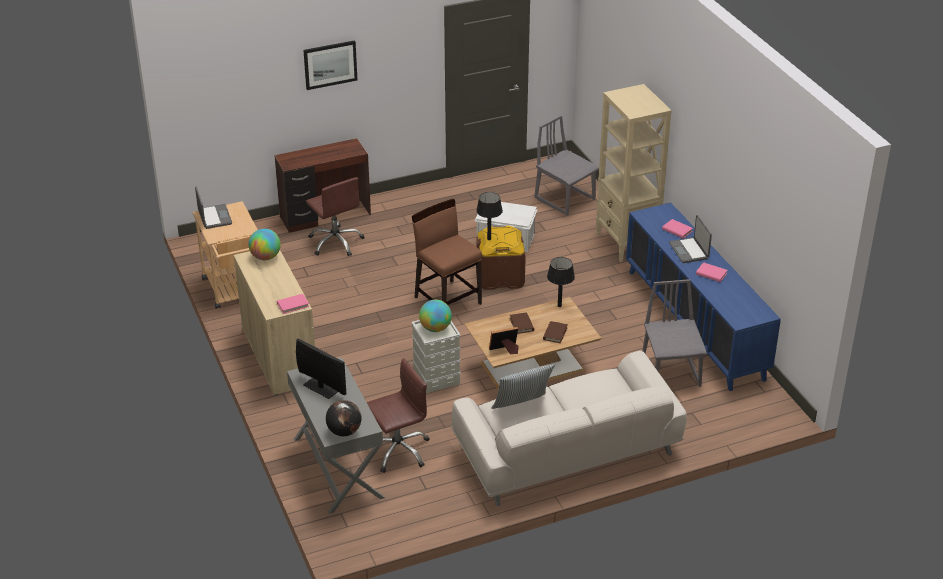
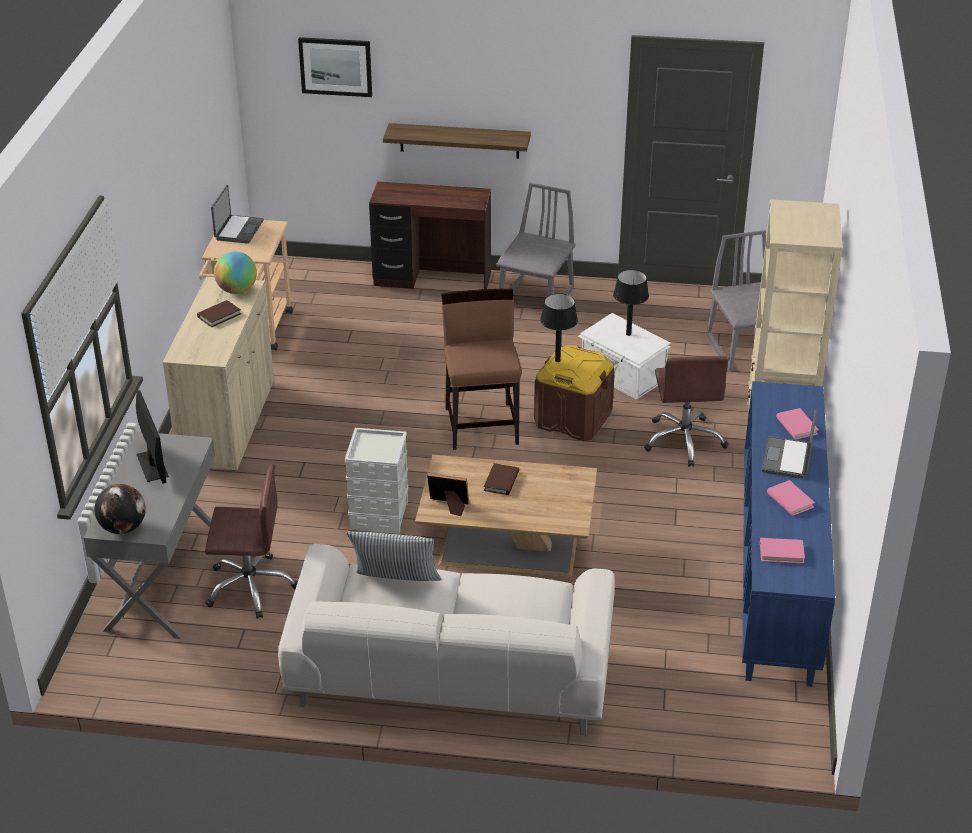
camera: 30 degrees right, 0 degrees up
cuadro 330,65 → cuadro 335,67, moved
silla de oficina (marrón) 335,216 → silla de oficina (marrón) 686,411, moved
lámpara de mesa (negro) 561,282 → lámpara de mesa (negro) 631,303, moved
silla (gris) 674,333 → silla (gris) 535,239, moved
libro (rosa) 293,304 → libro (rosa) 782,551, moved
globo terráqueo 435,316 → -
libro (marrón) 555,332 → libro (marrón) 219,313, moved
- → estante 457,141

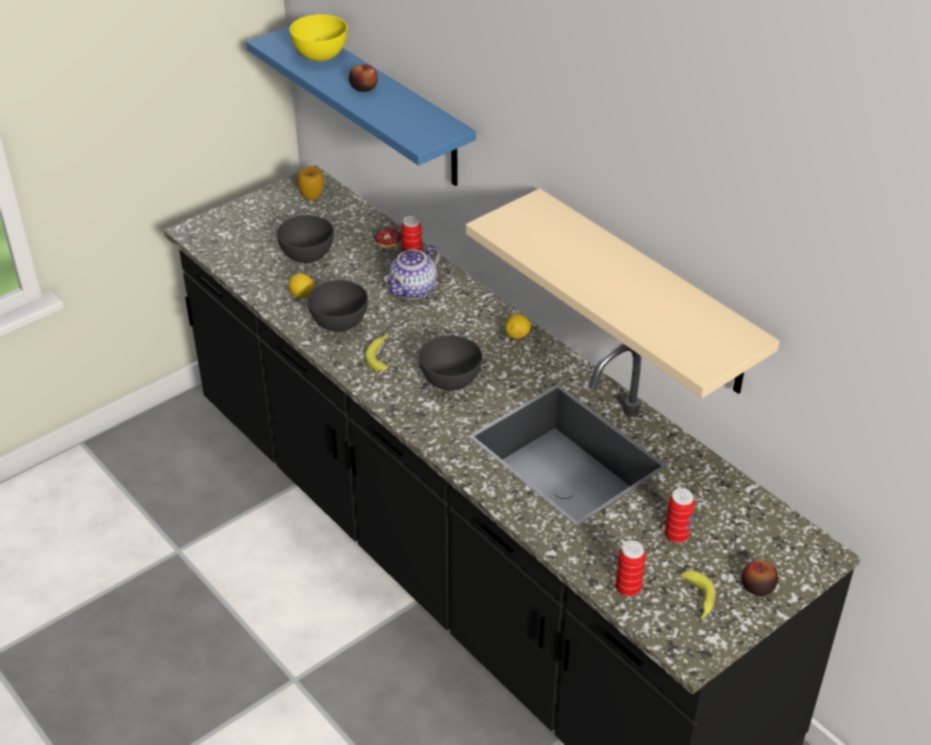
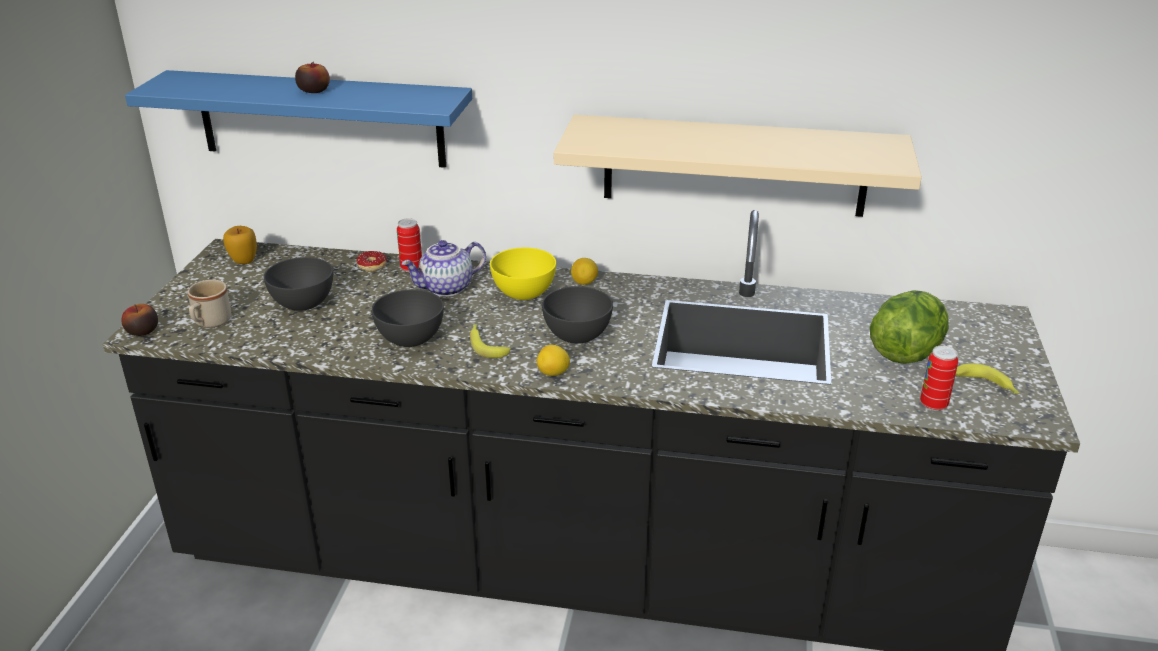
camera: 40 degrees left, 10 degrees down
cuenco (amarillo) 318,38 → cuenco (amarillo) 523,274, moved
tetera 412,271 → tetera 443,268, 60 degrees clockwise
limón 301,285 → limón 553,360, moved
lata 680,515 → lechuga 909,327
manzana 759,578 → manzana 139,320, moved
- → taza grande (beis) 209,304

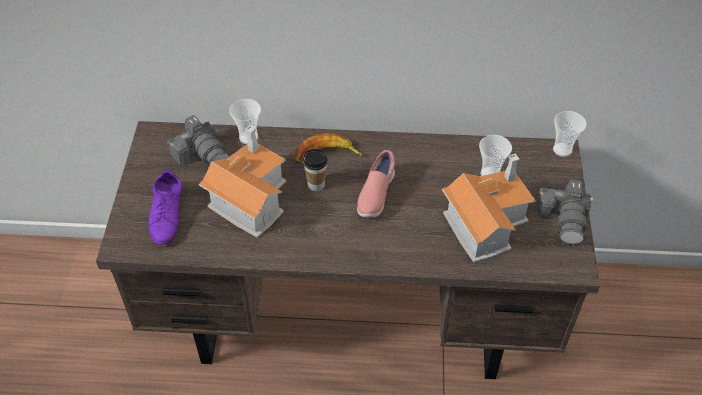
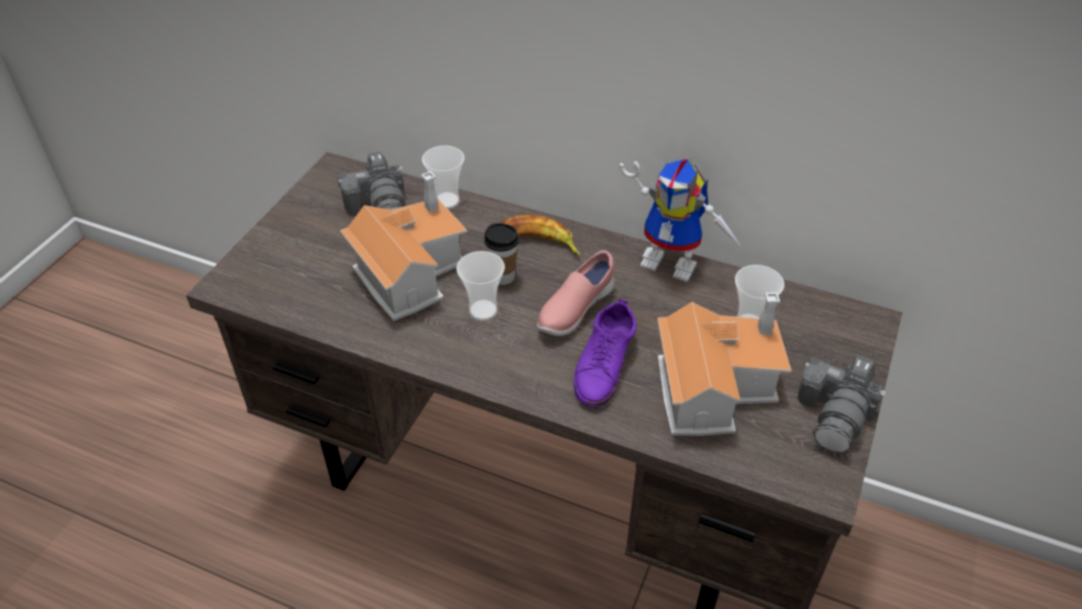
camera: 20 degrees right, 5 degrees down
taza 570,134 → taza 481,285, moved
zapato (morado) 165,207 → zapato (morado) 605,353, moved
- → robot de juguete 680,220

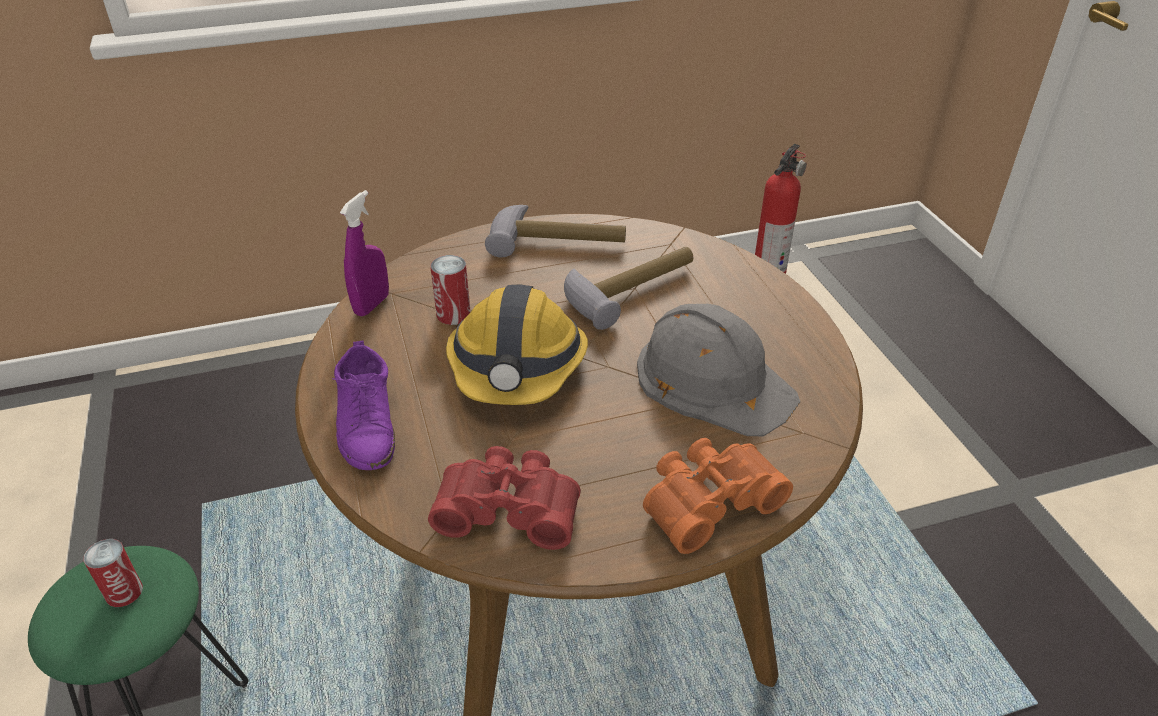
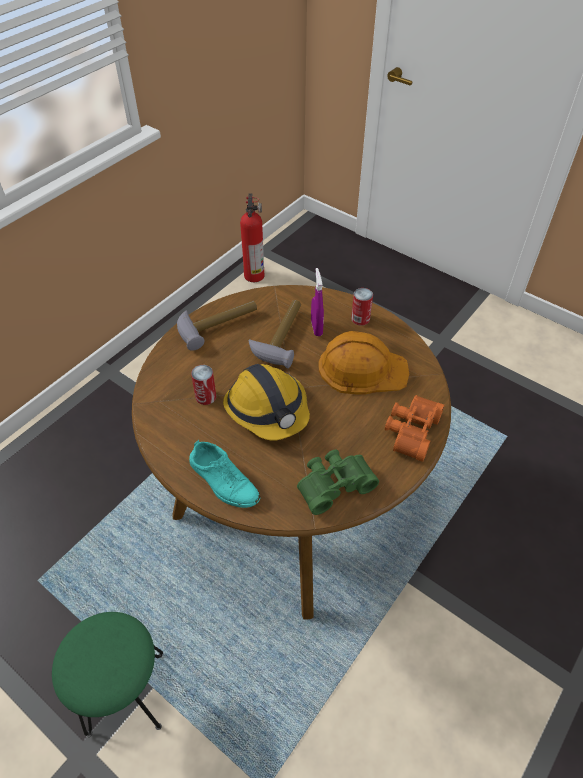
camera: 35 degrees left, 10 degrees up
pulverizador (morado) 364,253 → pulverizador (morado) 317,302, moved
casco (gris) 718,370 → casco (naranja) 363,362
zapato (morado) 363,405 → zapato (turquesa) 224,474
prismáticos (rojo) 504,498 → prismáticos (verde) 338,482
lata 113,573 → lata 362,307, moved

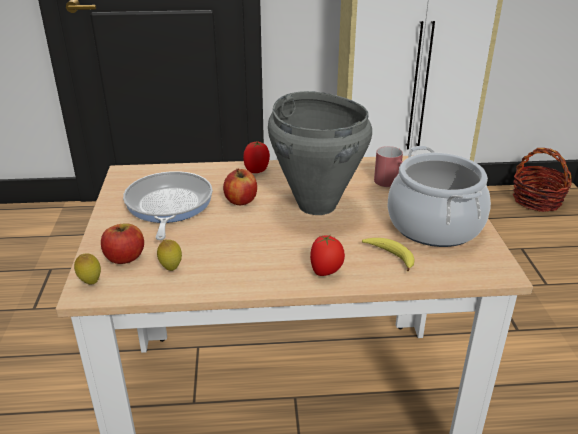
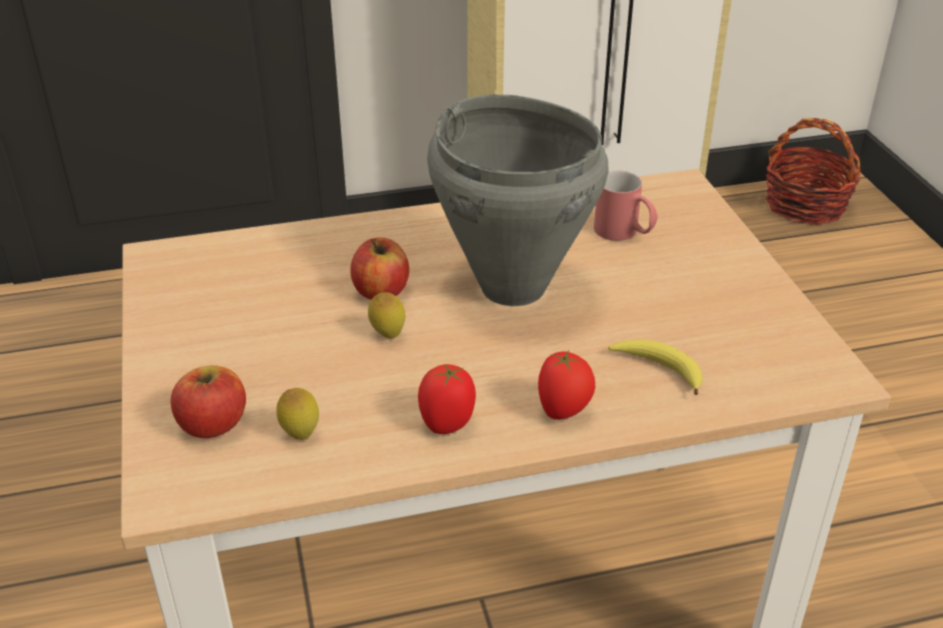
camera: 10 degrees left, 5 degrees up
tomate 256,157 → tomate 447,399, moved
olla 439,196 → -
sartén 168,205 → -
limón 87,269 → limón 386,315, moved

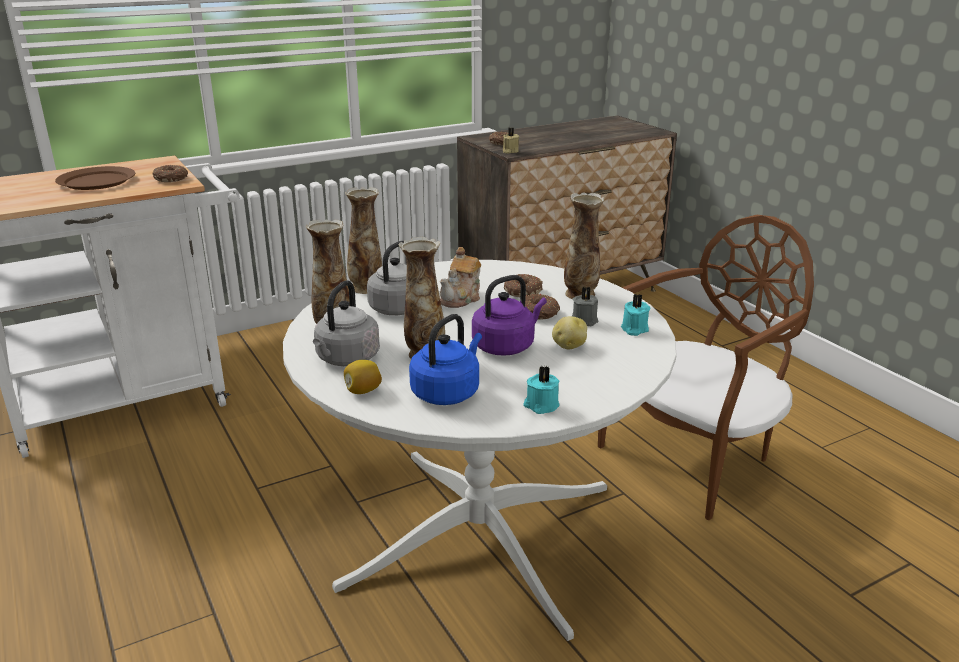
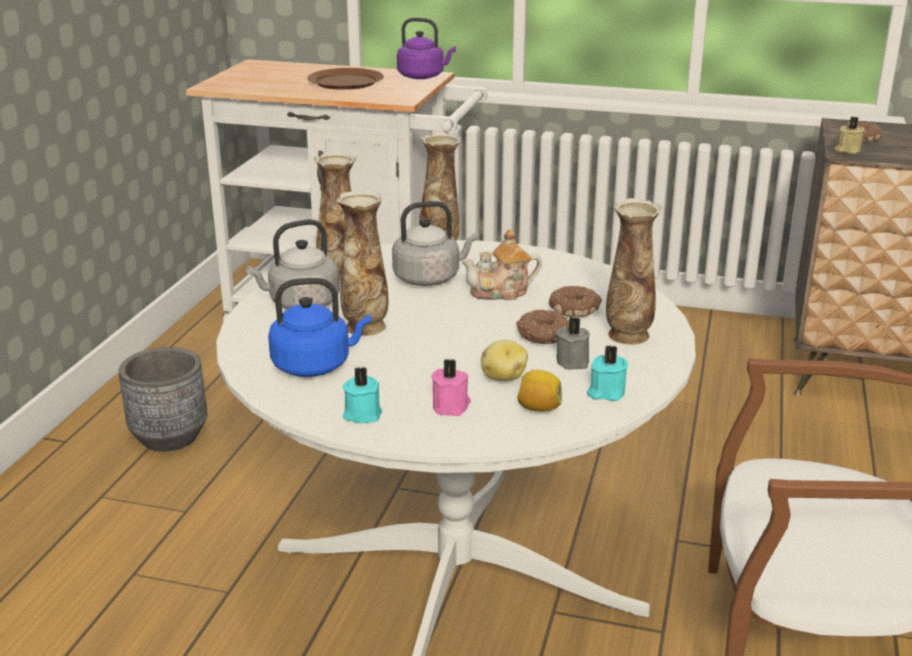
camera: 45 degrees right, 0 degrees up
rosquilla 170,173 → -
hervidor (morado) 509,315 → hervidor (morado) 426,48, moved
limón 363,377 → limón 540,391, moved
- → maceta (gris) 163,399
- → vela (rosa) 451,387

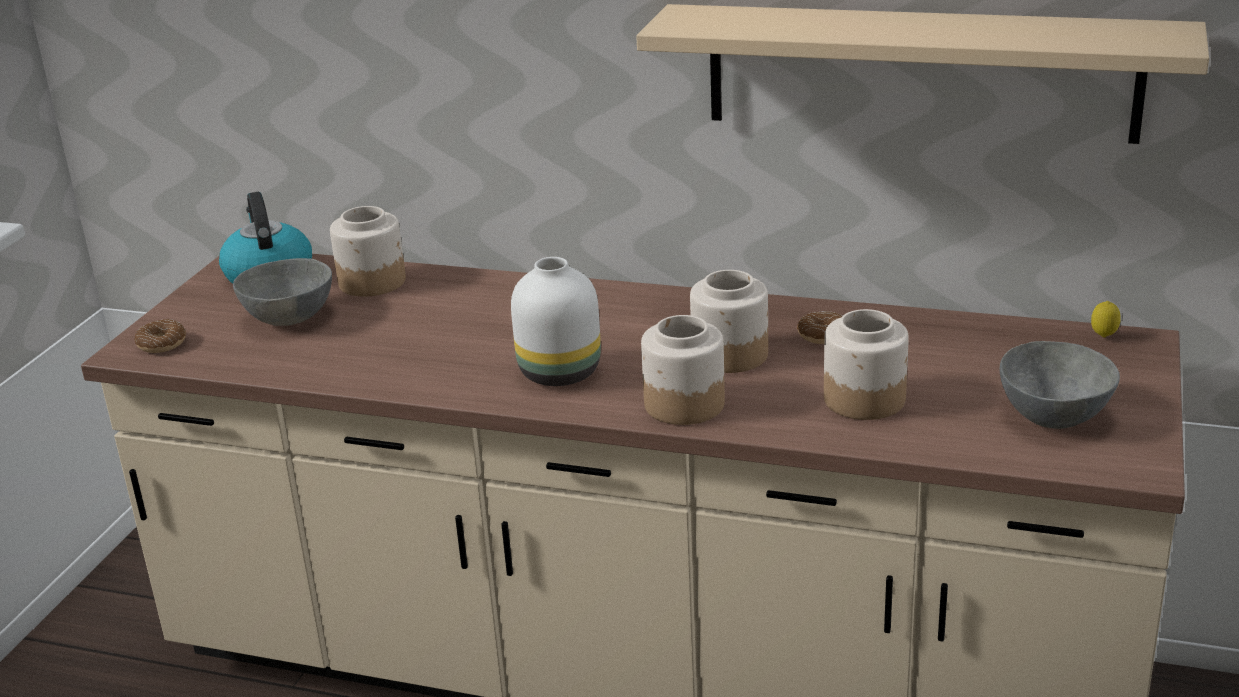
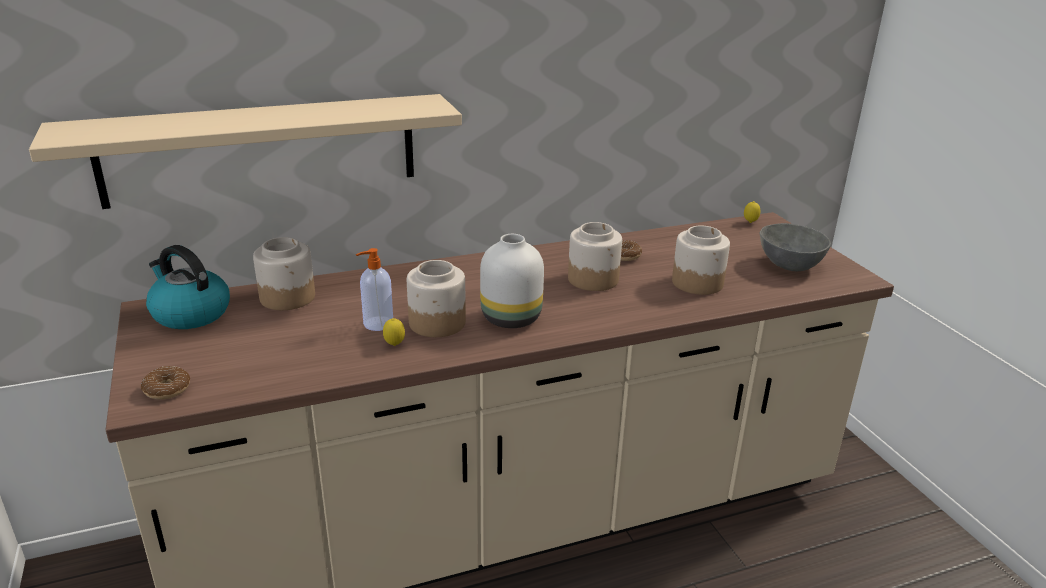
camera: 40 degrees left, 0 degrees up
estante (beis) 922,74 → estante (beis) 245,151, moved
cuenco (gris) 282,292 → -
tarro 683,370 → tarro 436,298, moved
- → dispensador de jabón 374,289
- → limón 394,332

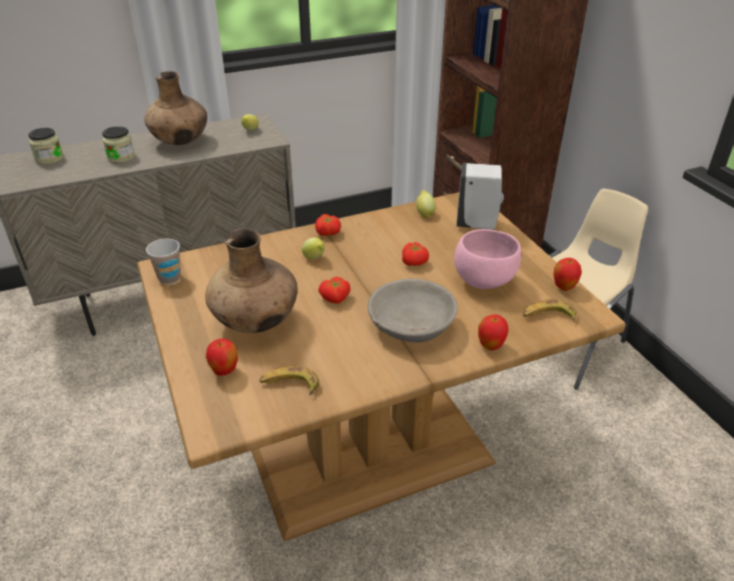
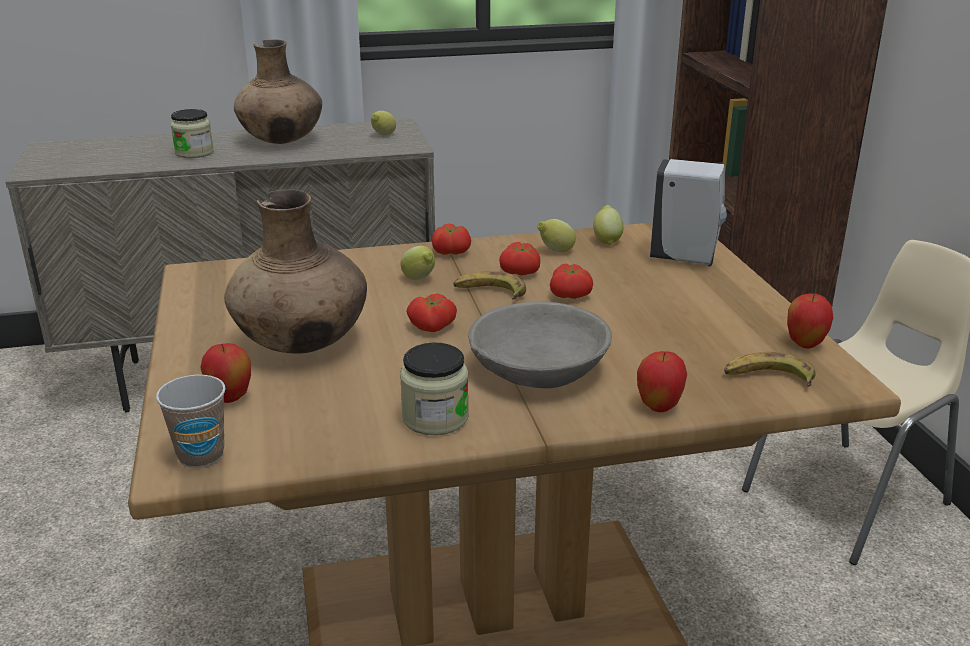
camera: 10 degrees right, 10 degrees down
tarro 46,146 → tarro 434,389, moved
cuenco (rosa) 487,259 → -
taza 163,261 → taza 190,421, moved
plátano 289,380 → plátano 489,285, moved
- → limón 556,235
- → tomate 519,259

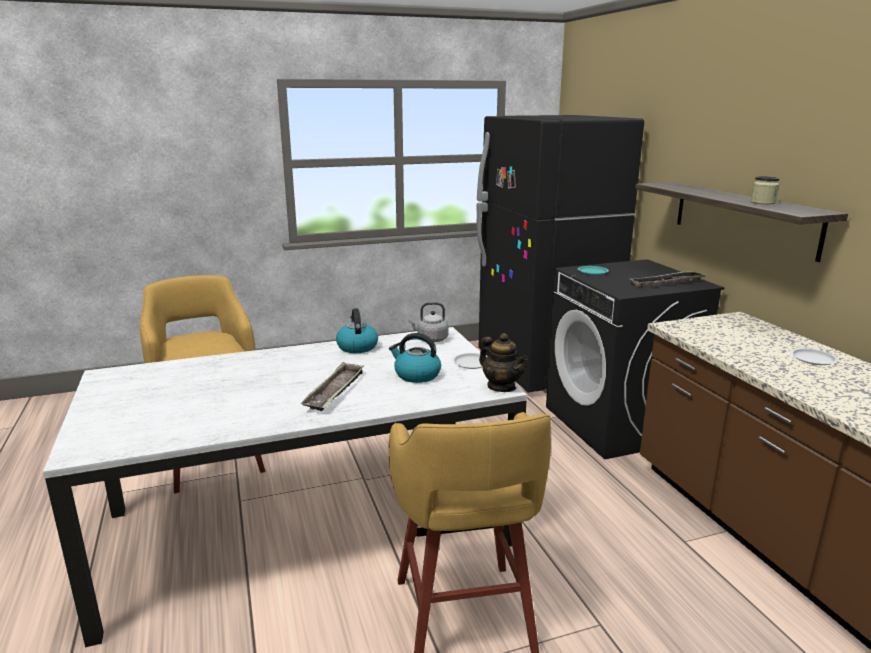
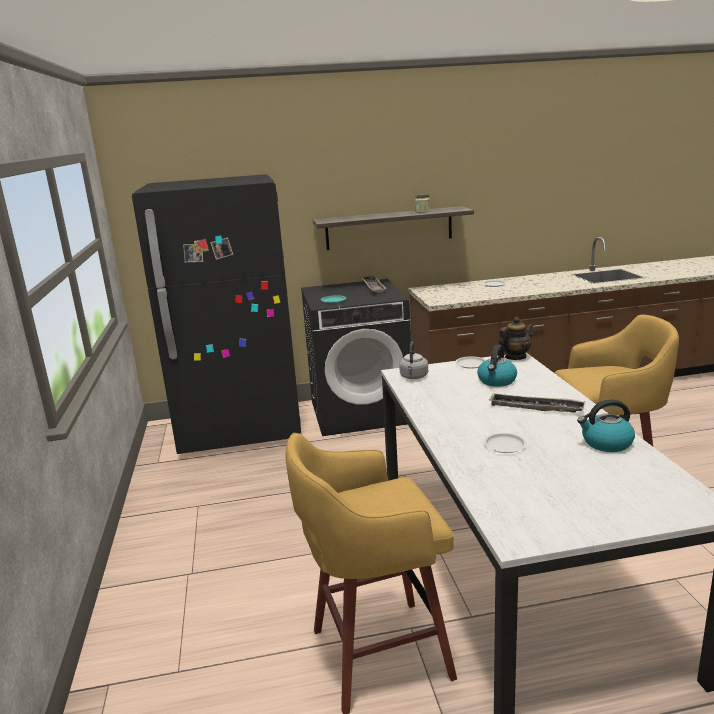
camera: 80 degrees left, 0 degrees up
hervidor 357,330 → hervidor 606,425, moved
- → plato (blanco) 505,443

